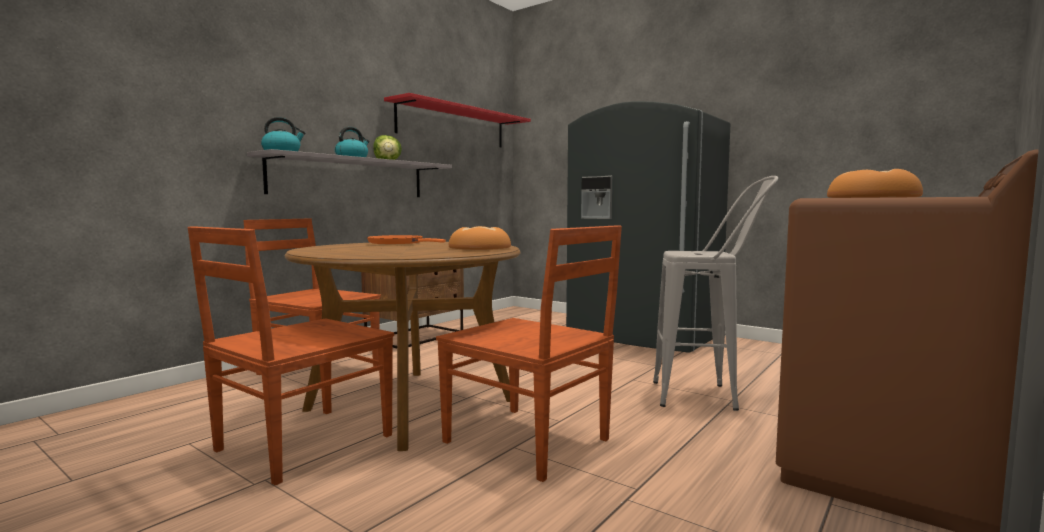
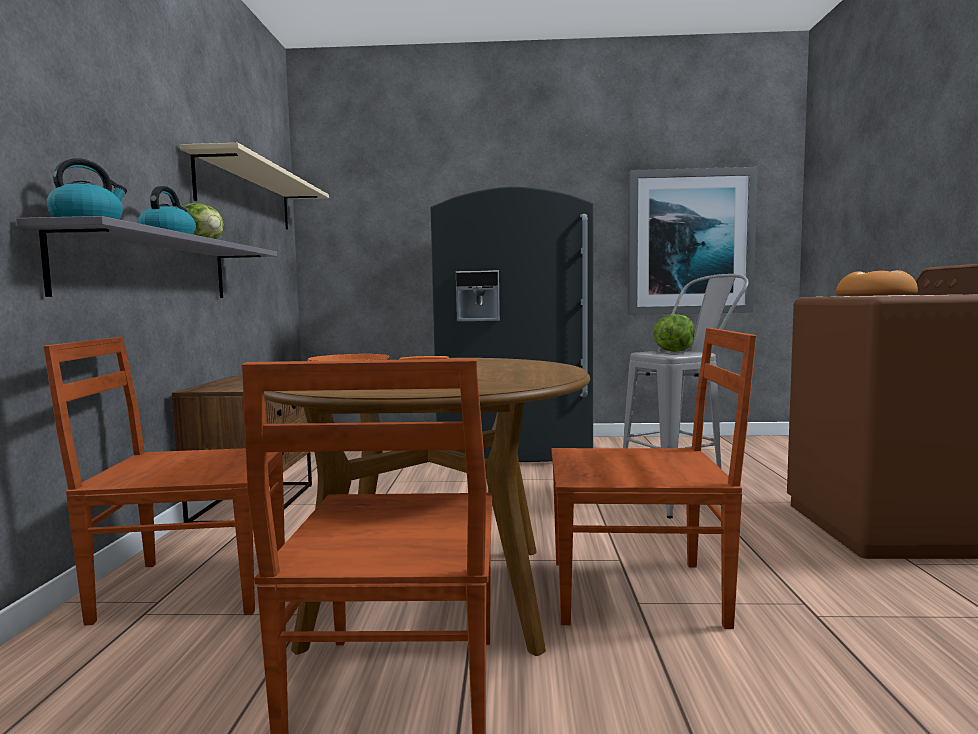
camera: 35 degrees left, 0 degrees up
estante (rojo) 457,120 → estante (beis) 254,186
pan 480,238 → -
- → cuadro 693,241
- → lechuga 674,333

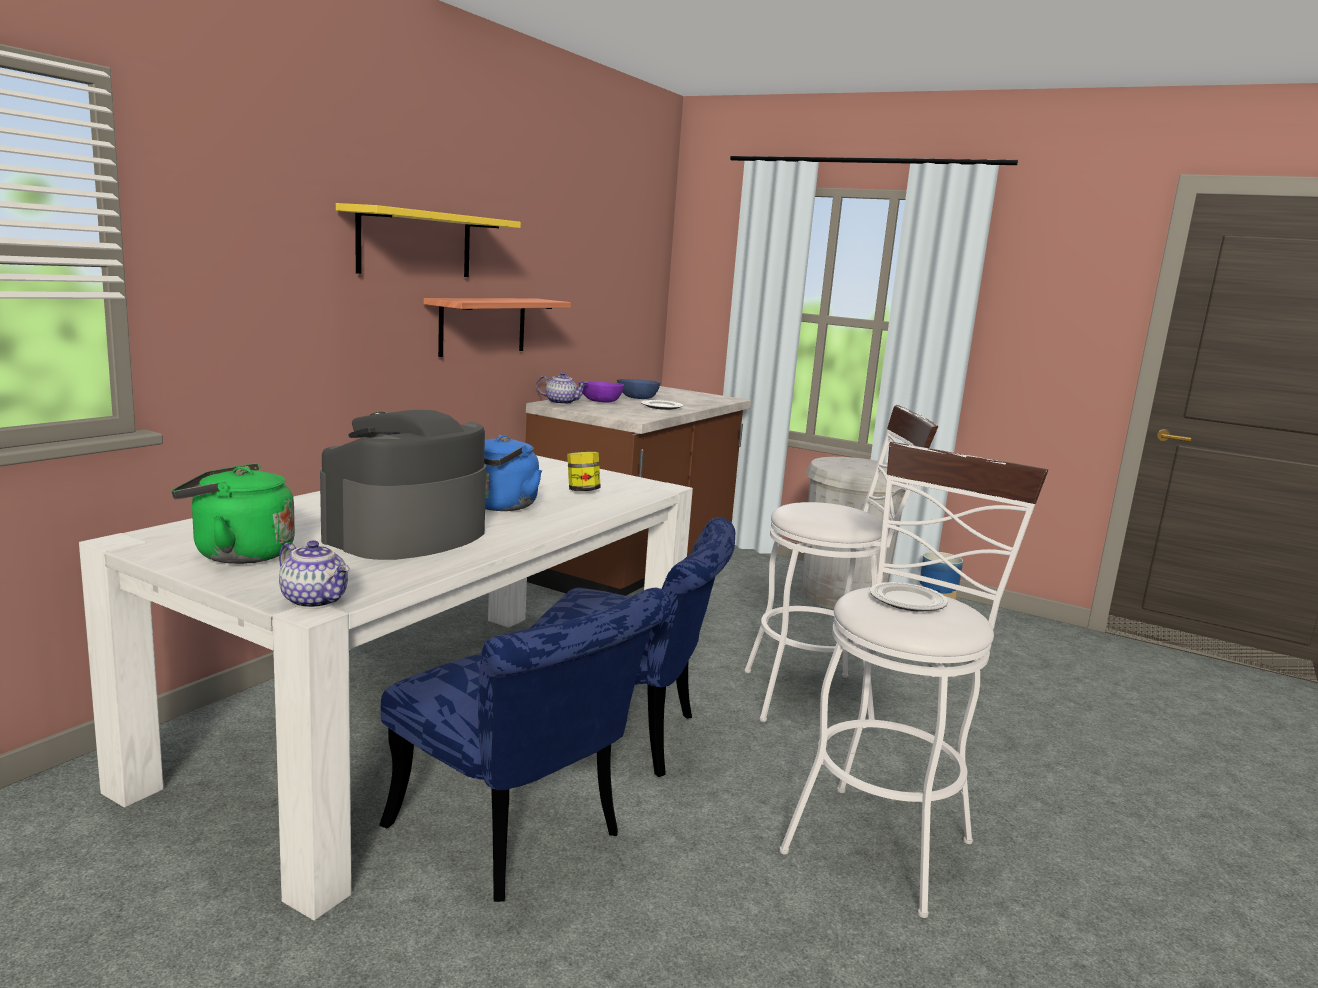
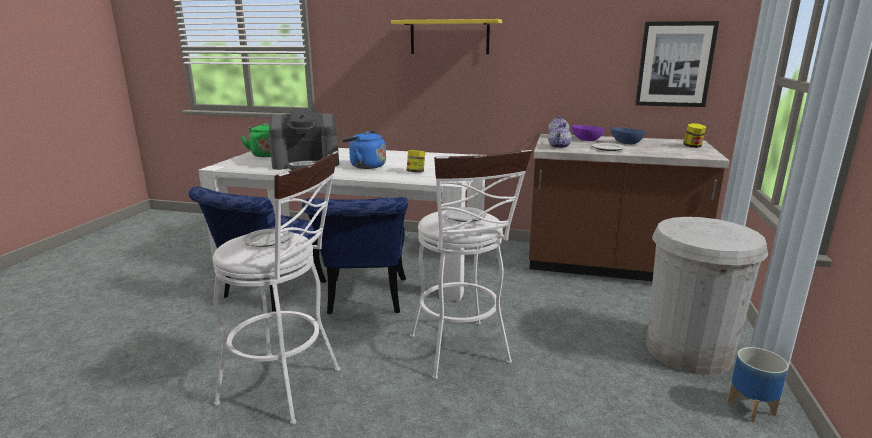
camera: 75 degrees right, 5 degrees up
estante 497,327 → -
cafetera 403,485 → cafetera 304,139, 150 degrees clockwise
tetera 314,574 → tetera 560,136, moved
- → cuadro 677,64
- → tarro 694,135
- → plato 465,214

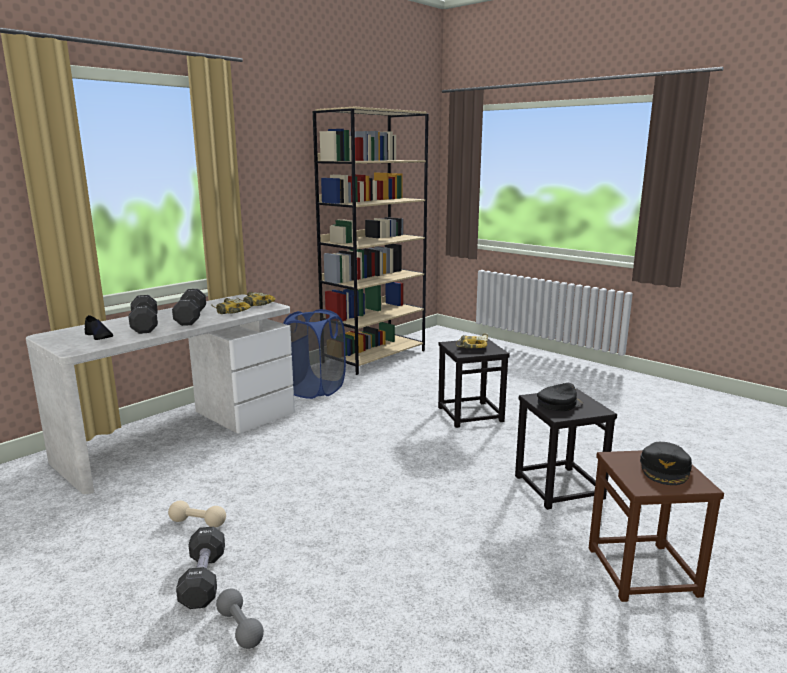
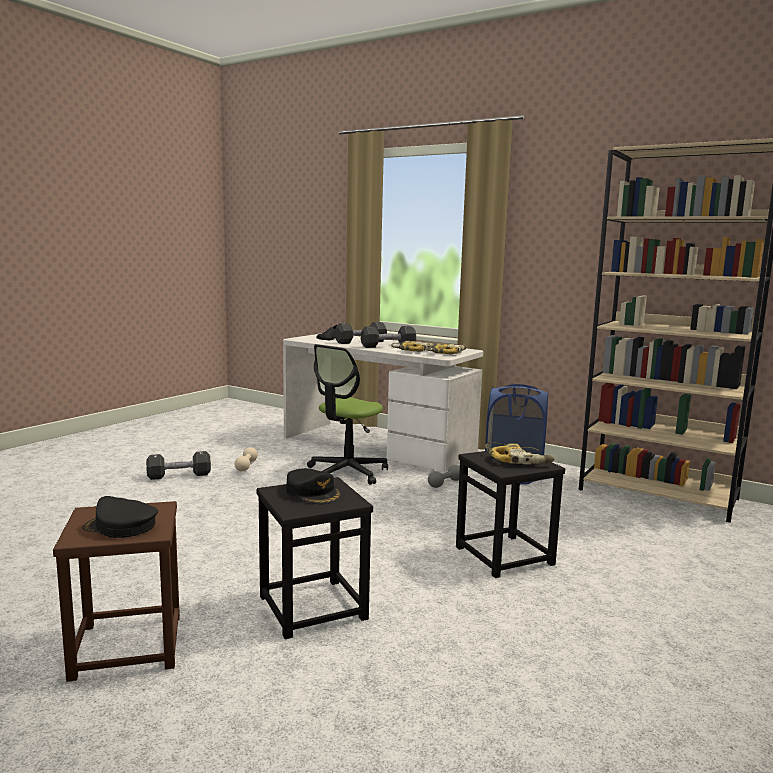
camera: 80 degrees right, 5 degrees down
mancuerna (gris) 240,618 → mancuerna (gris) 444,476, moved
- → silla de oficina 347,414

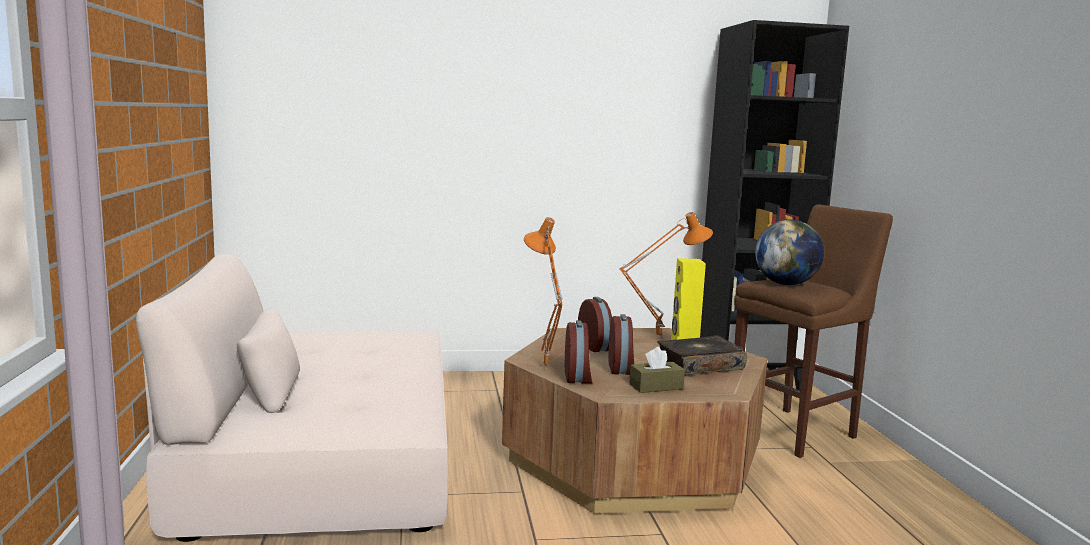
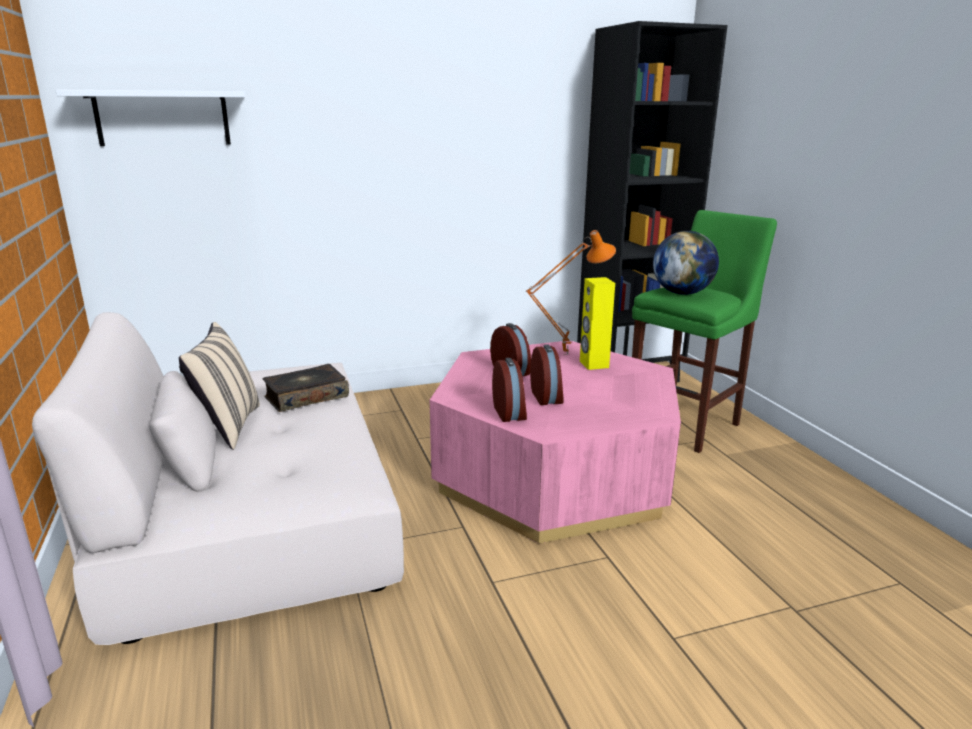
camera: 10 degrees left, 10 degrees up
taburete (marrón) 813,331 → taburete (verde) 704,331
lámpara de mesa (naranja) 543,292 → -
mesa de centro (marrón) 635,421 → mesa de centro (rosa) 555,442
libro 702,355 → libro 305,388, moved
caja de pañuelos (marrón) 657,370 → -
- → estante (blanco) 150,118
- → cojín (beis) 219,386

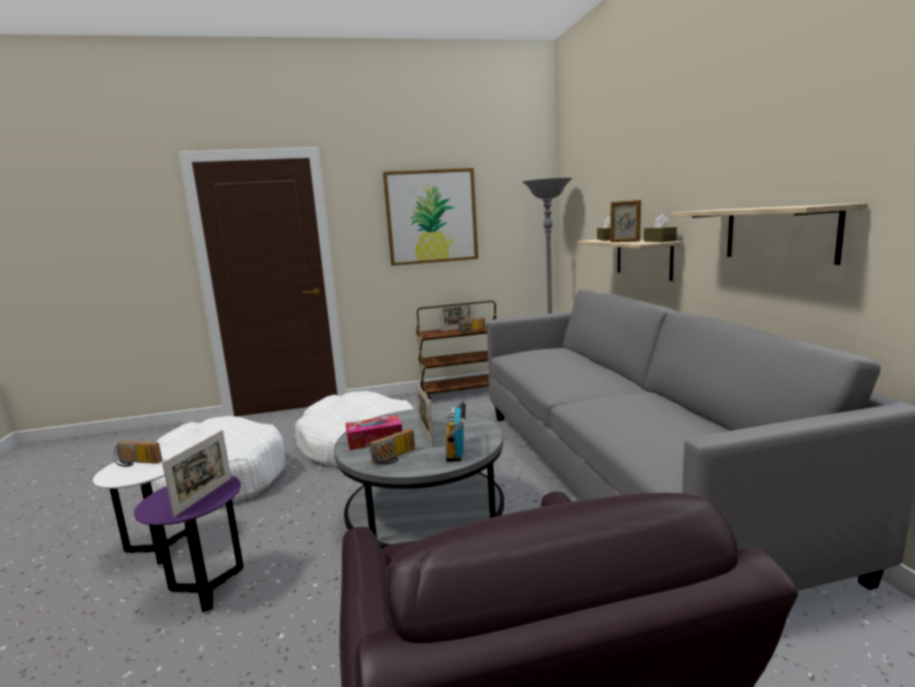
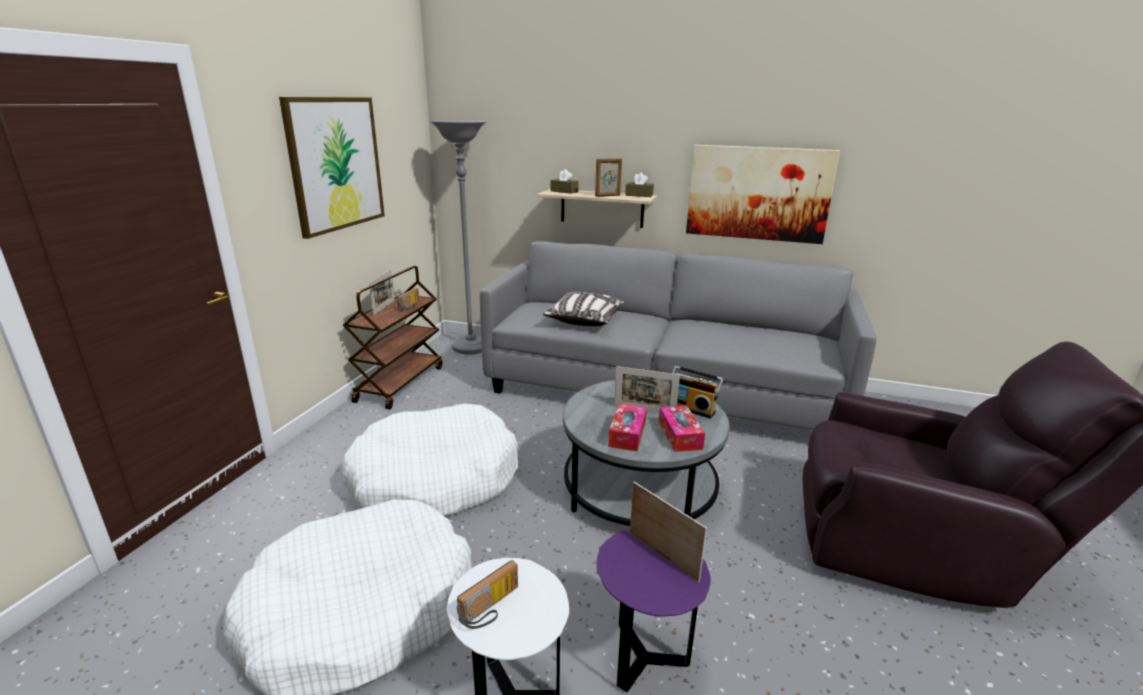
camera: 60 degrees left, 10 degrees up
estante 769,234 → cuadro 763,194
radio 392,447 → caja de pañuelos 682,428
- → cojín 584,309

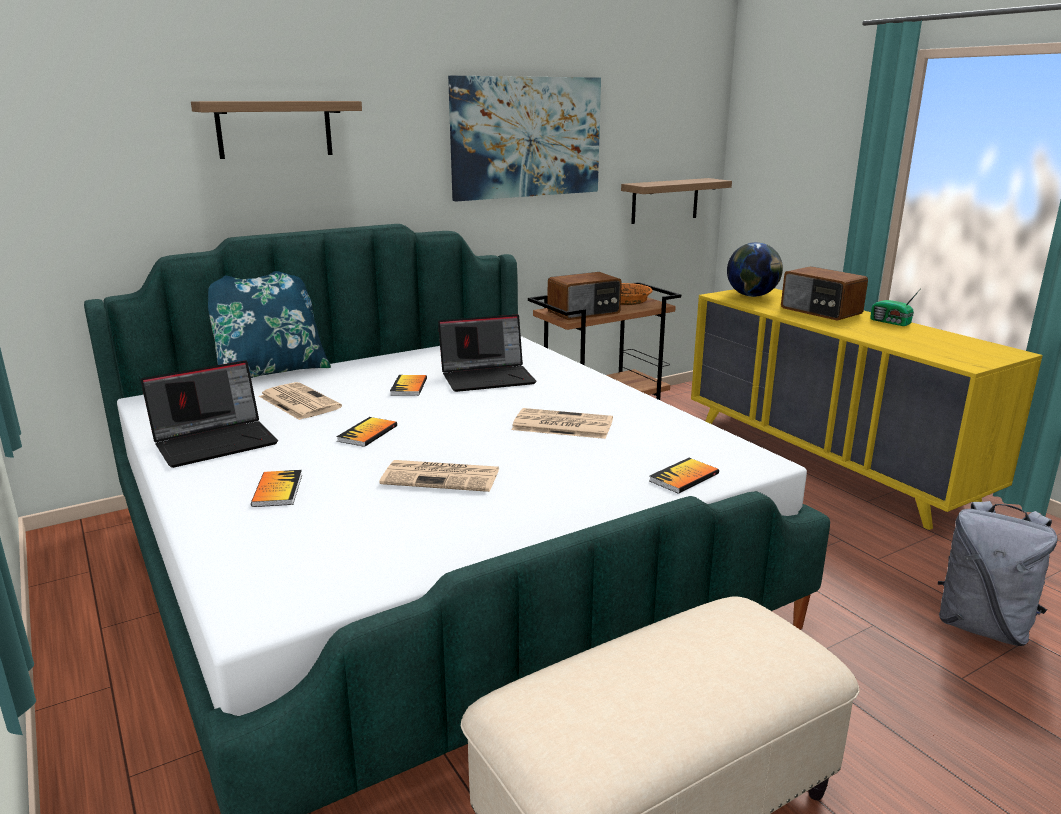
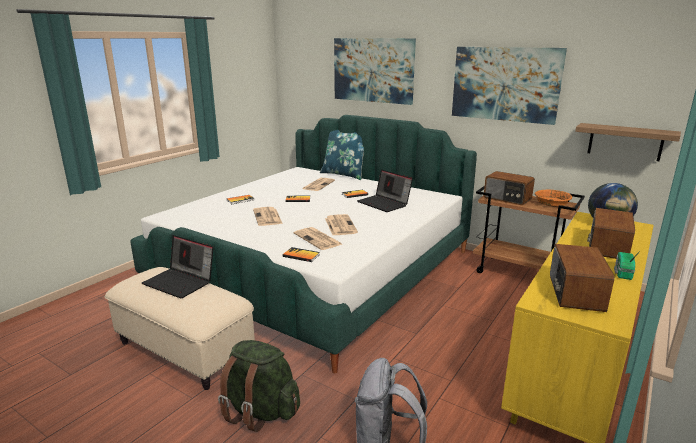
camera: 65 degrees right, 0 degrees up
estante 276,130 → cuadro 375,71
portátil 209,414 → portátil 178,267, moved
- → periódico 318,238
- → radio 582,278
- → mochila (verde) 259,386

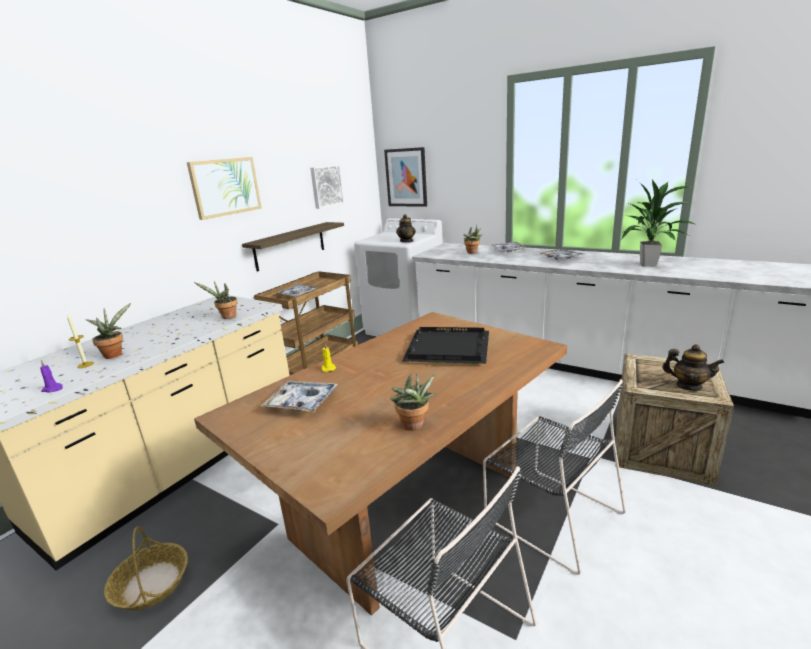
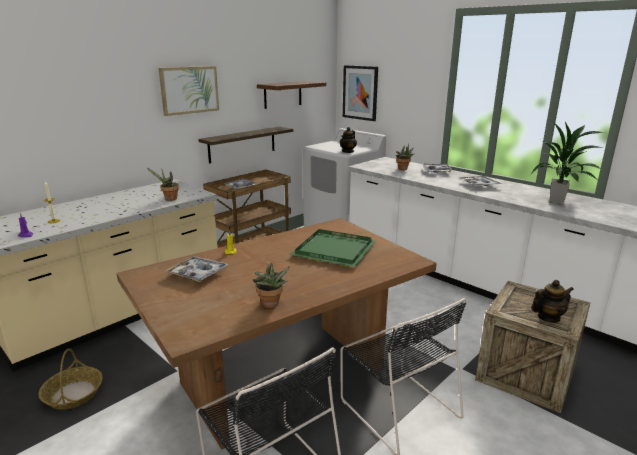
camera: 10 degrees right, 0 degrees up
cuadro 327,186 → estante 291,95
planta en maceta 108,331 → -
bandeja (negro) 445,346 → bandeja (verde) 333,248
tetera 693,367 → tetera 552,301, 60 degrees counterclockwise

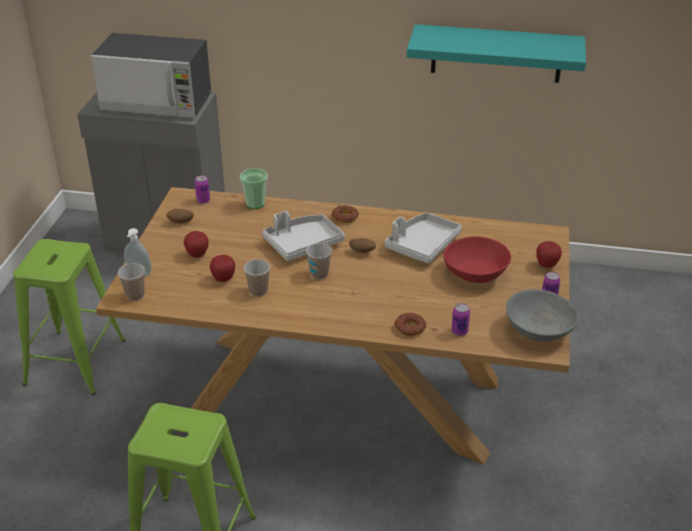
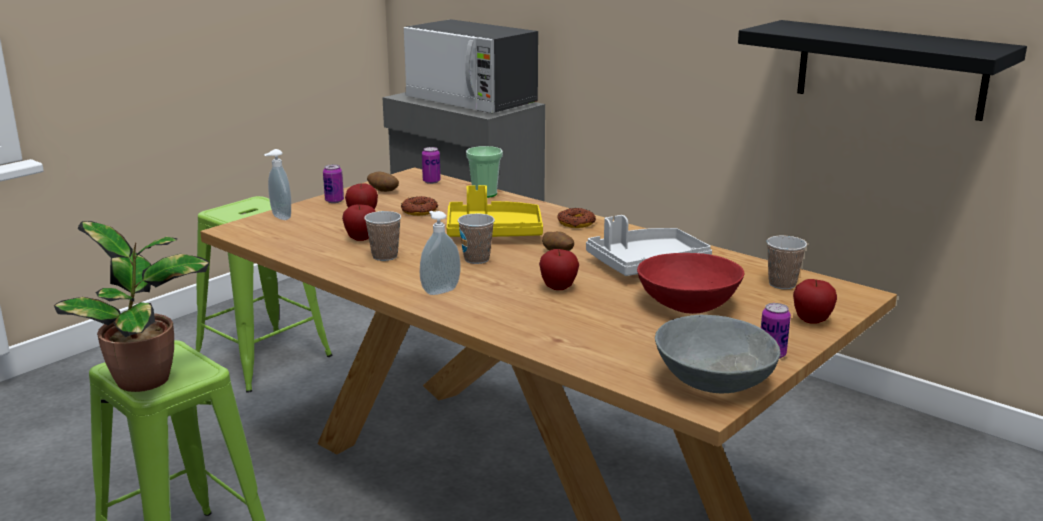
camera: 30 degrees right, 15 degrees down
estante (turquesa) 496,53 → estante (negro) 882,70
bandeja (gris) 303,236 → bandeja (amarillo) 495,211
taza 131,282 → taza 786,262, moved
lata 460,319 → lata 333,183, moved
rosquilla 410,324 → rosquilla 419,206, moved
- → dispensador de jabón 440,253
- → planta en maceta 131,306
- → manzana 559,269

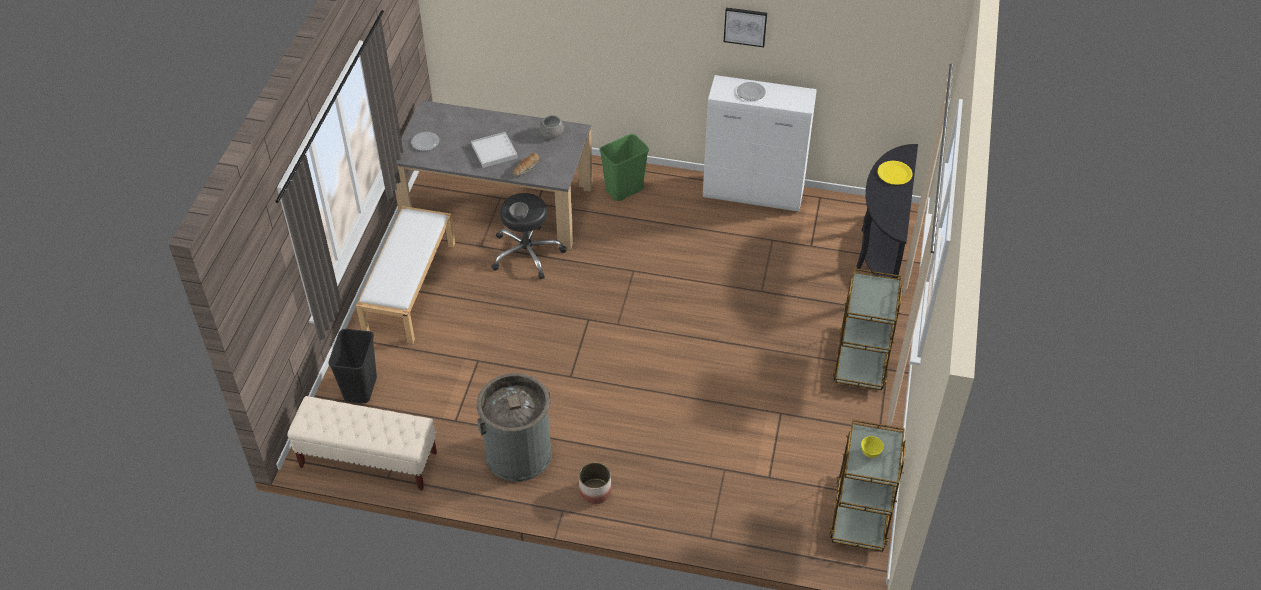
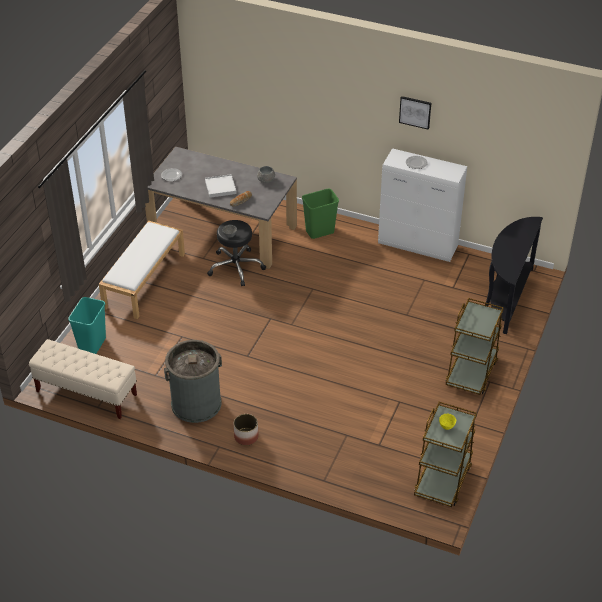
camera: 10 degrees right, 5 degrees down
plato (amarillo) 895,173 → -
papelera (negro) 352,366 → papelera (turquesa) 87,325

